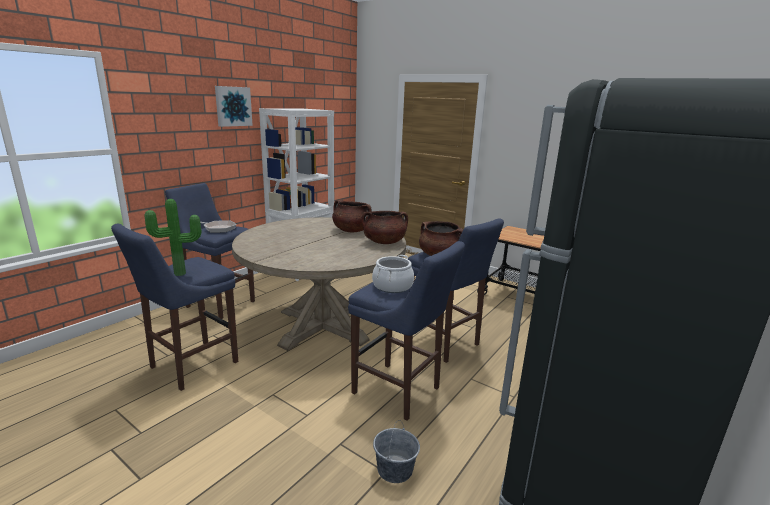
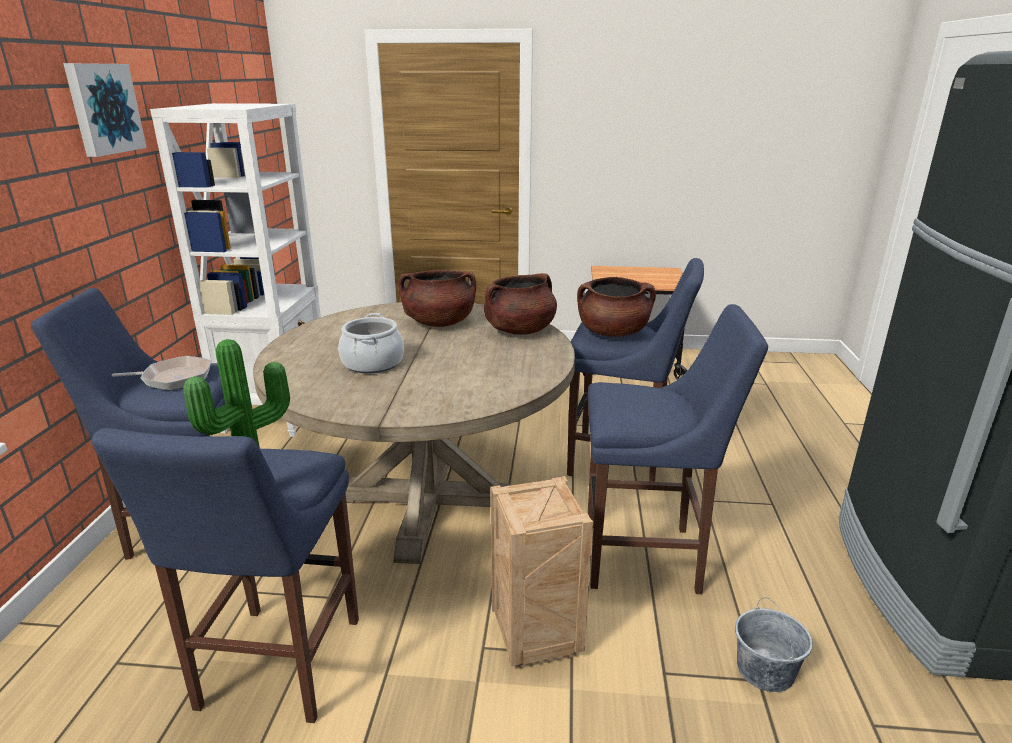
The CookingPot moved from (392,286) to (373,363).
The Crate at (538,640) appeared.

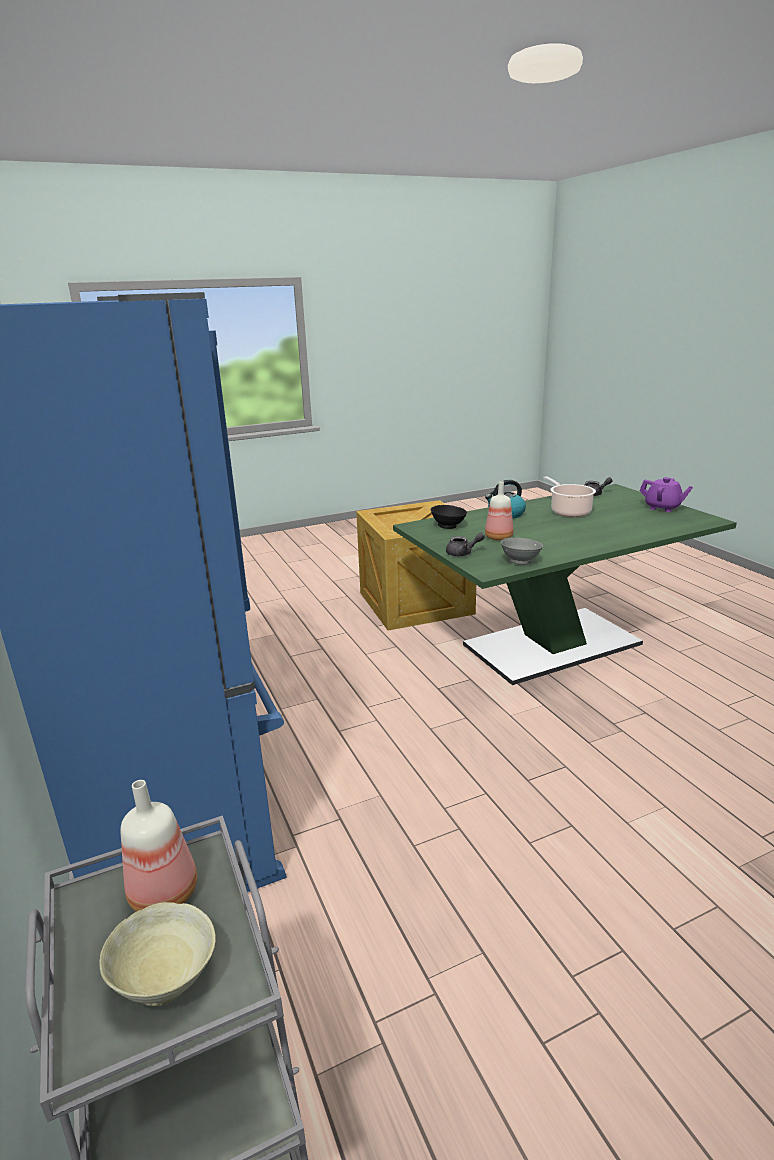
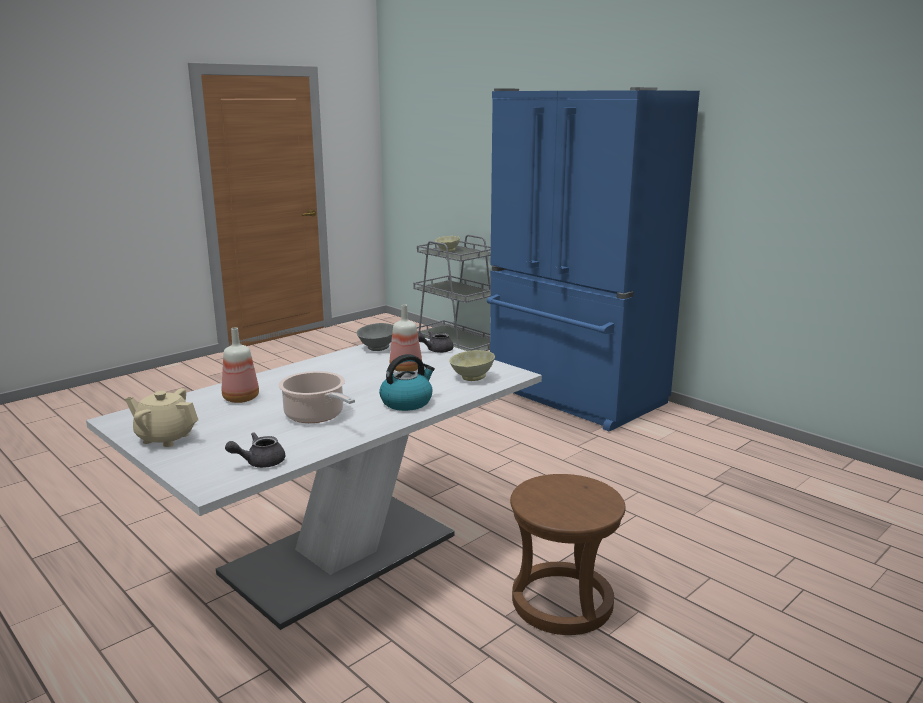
The Bottle moved from (164,892) to (241,399).
The Crate at (416,602) was replaced by the BrownStool at (562,602).
The GreenDiningTable at (552,644) became the WhiteDiningTable at (340,554).
The BlackBowl at (448,526) became the BeigeBowl at (471,377).
The PurpleTeapot at (662,508) became the BeigeTeapot at (165,438).

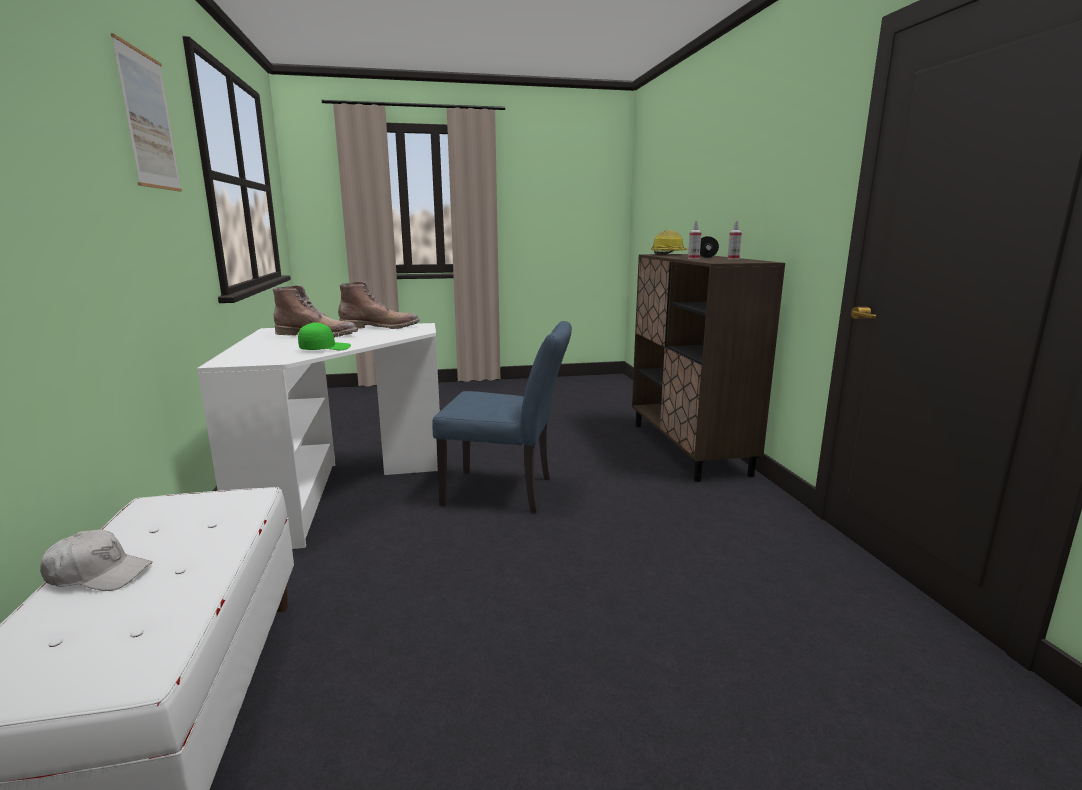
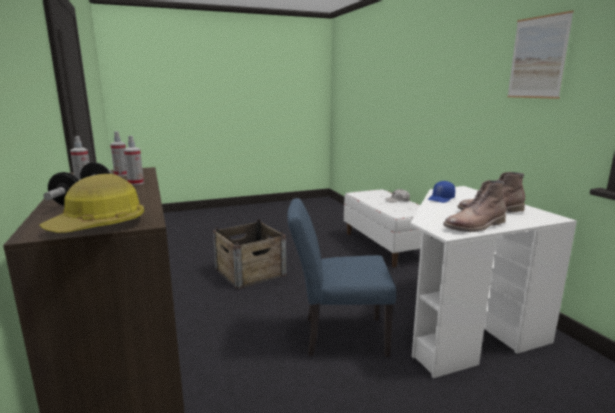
The GreenCap at (325,349) became the BlueCap at (441,199).
The SprayBottle at (121,175) appeared.
The Crate at (250,272) appeared.

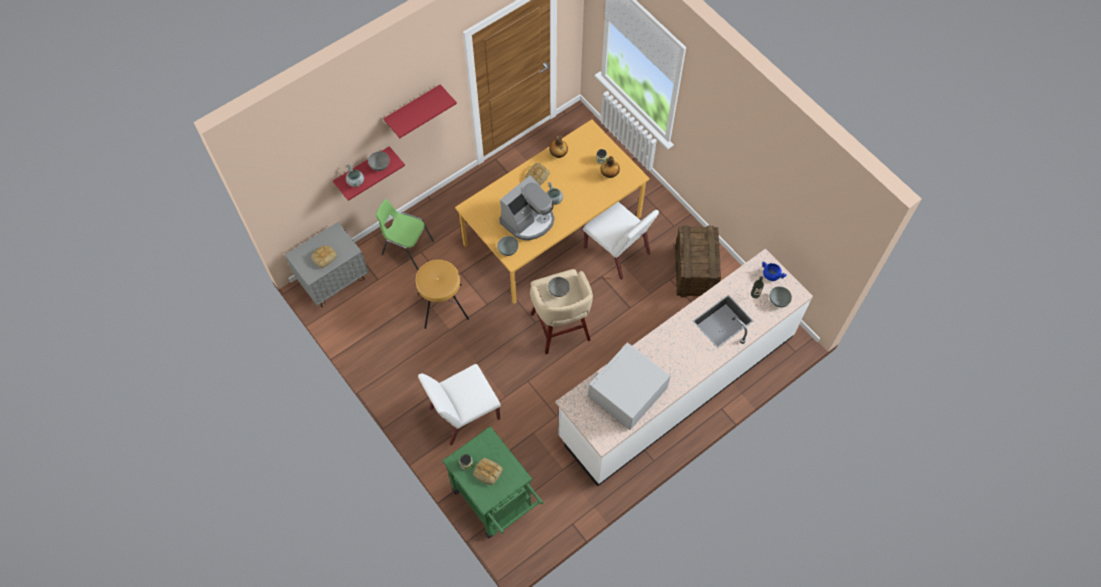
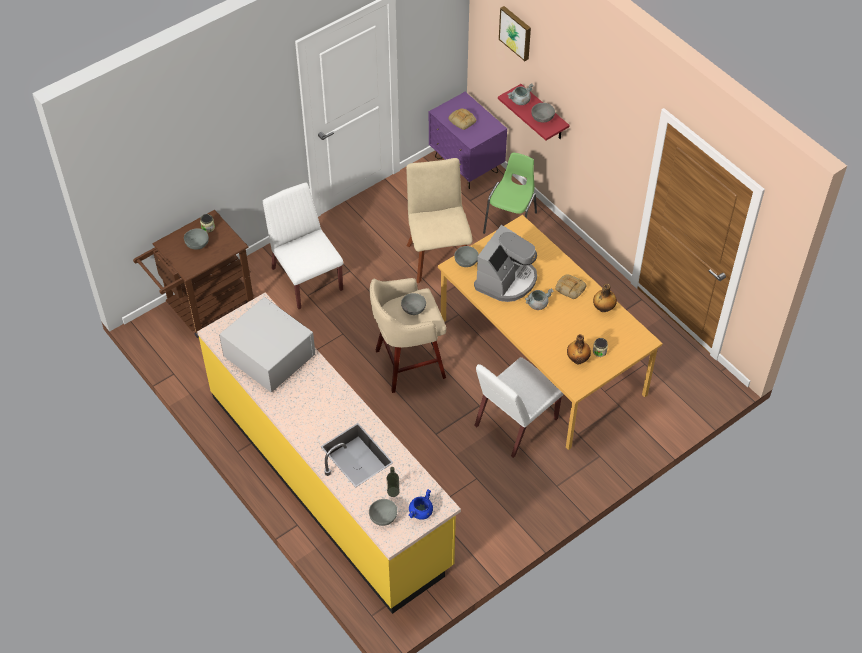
The GreyNightstand at (334,281) became the PurpleNightstand at (466,165).
The RedShelf at (413,108) disappeared.
The BrownStool at (443,305) was replaced by the BeigeChair at (438,256).
The GreenCart at (496,503) became the BrownCart at (204,308).
The Bread at (487,472) was replaced by the GreyBowl at (197,244).
The CoffeeMachine at (528,220) turned 105 degrees counterclockwise.
The WhiteCounter at (676,385) became the YellowCounter at (329,479).
The Crate at (694,272) disappeared.
The Picture at (516,32) appeared.

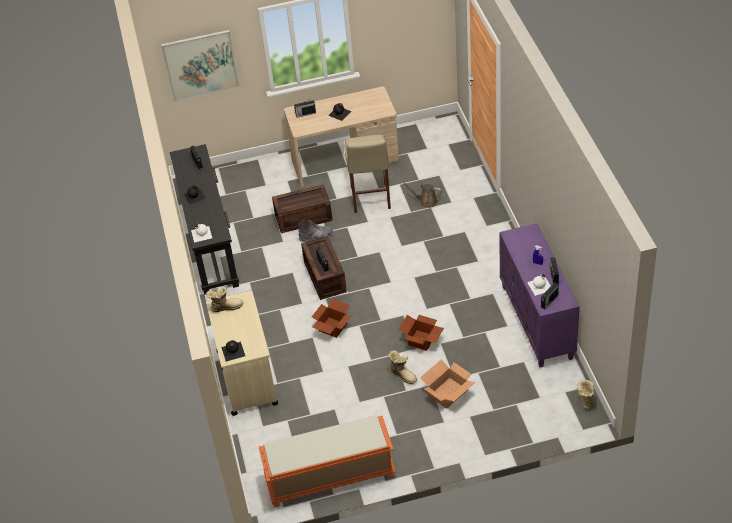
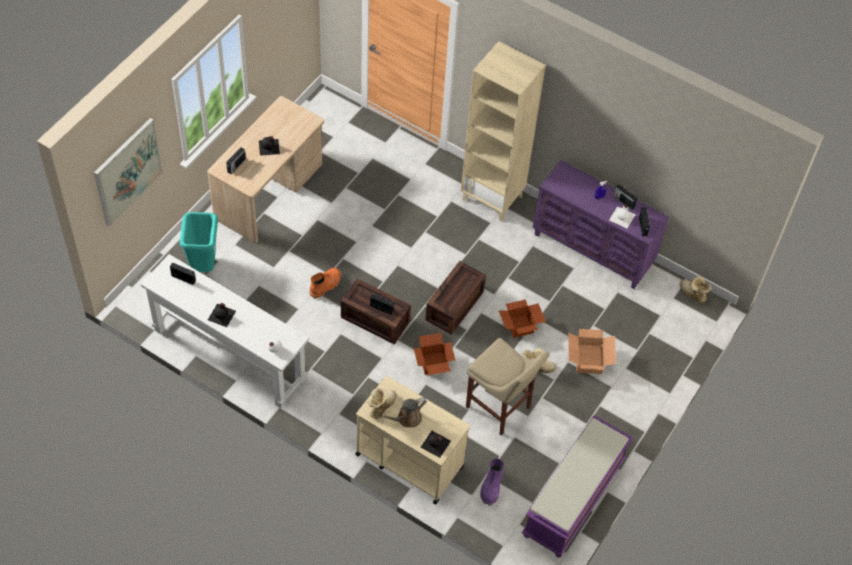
The BlackConsoleTable at (210,243) became the WhiteConsoleTable at (229,354).
The OrangeBench at (329,477) became the PurpleBench at (574,499).
The Crate moved from (304,217) to (454,304).
The GreyBoot at (316,237) became the OrangeBoot at (325,285).
The BeigeStool moved from (370,199) to (500,409).
The BrownWateringCan moved from (426,201) to (407,418).
The TurquoiseTrashCan at (204,265) appeared.
The BeigeBookcase at (492,198) appeared.
The PurpleBoot at (491,487) appeared.

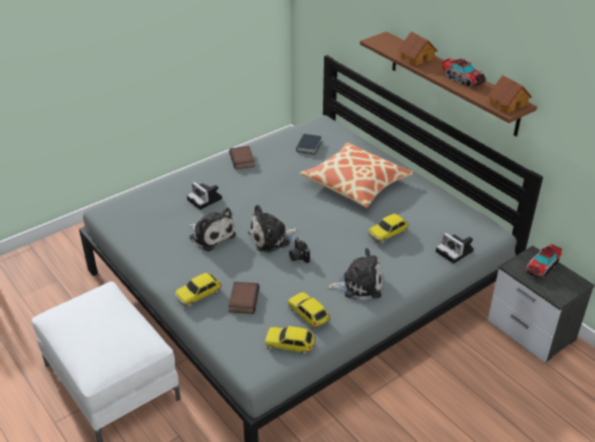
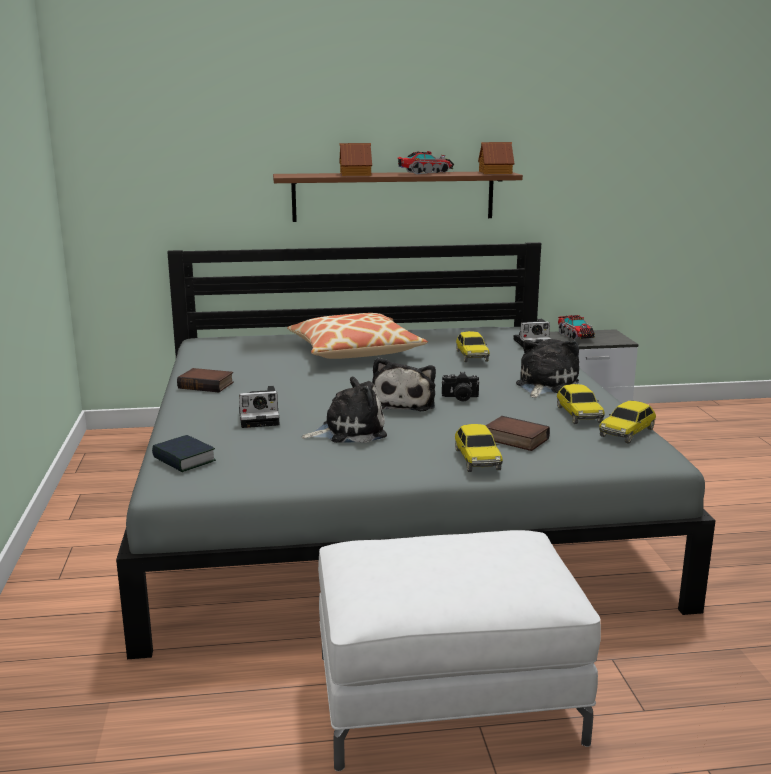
The ToyCar at (308,315) turned 90 degrees counterclockwise.
The Book moved from (308,146) to (184,460).

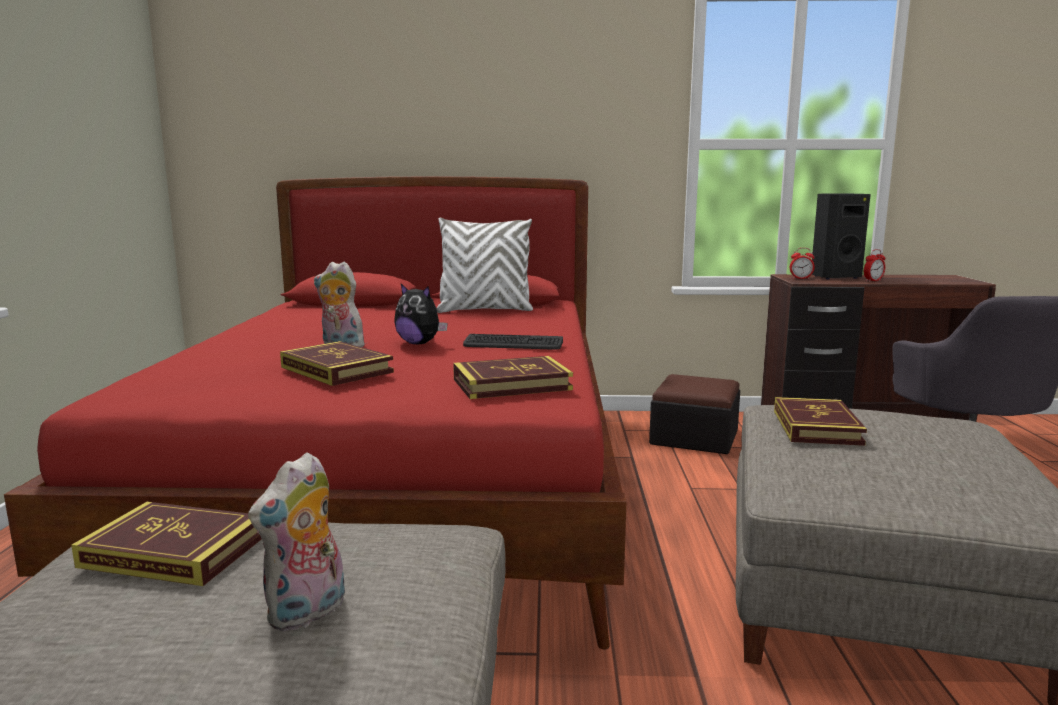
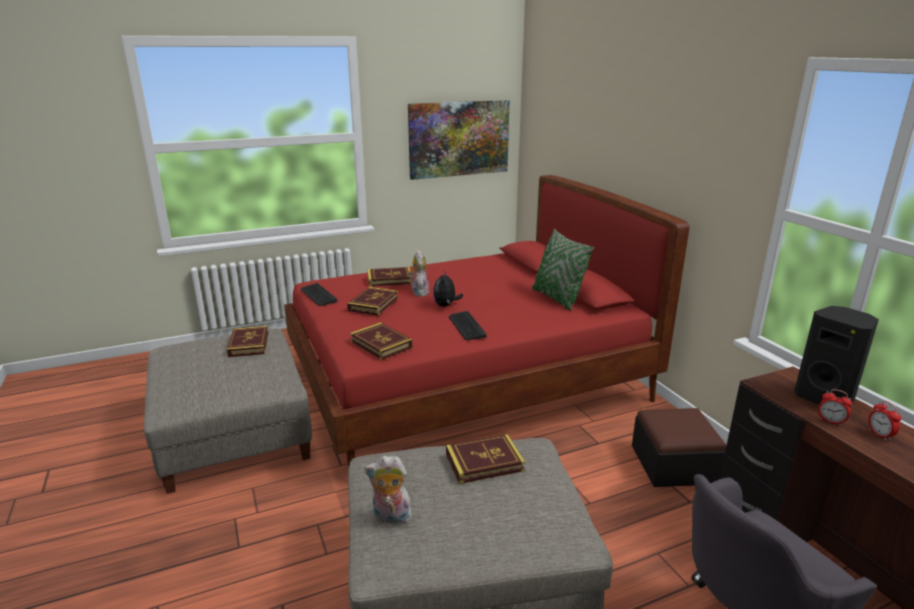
The PlushToy moved from (308,613) to (390,518).
The WhitePillow at (484,310) became the GreenPillow at (557,298).
The AlarmClock moved from (800,278) to (879,435).
The Keyboard at (318,295) appeared.
The Book at (389,280) appeared.
The Picture at (459,139) appeared.

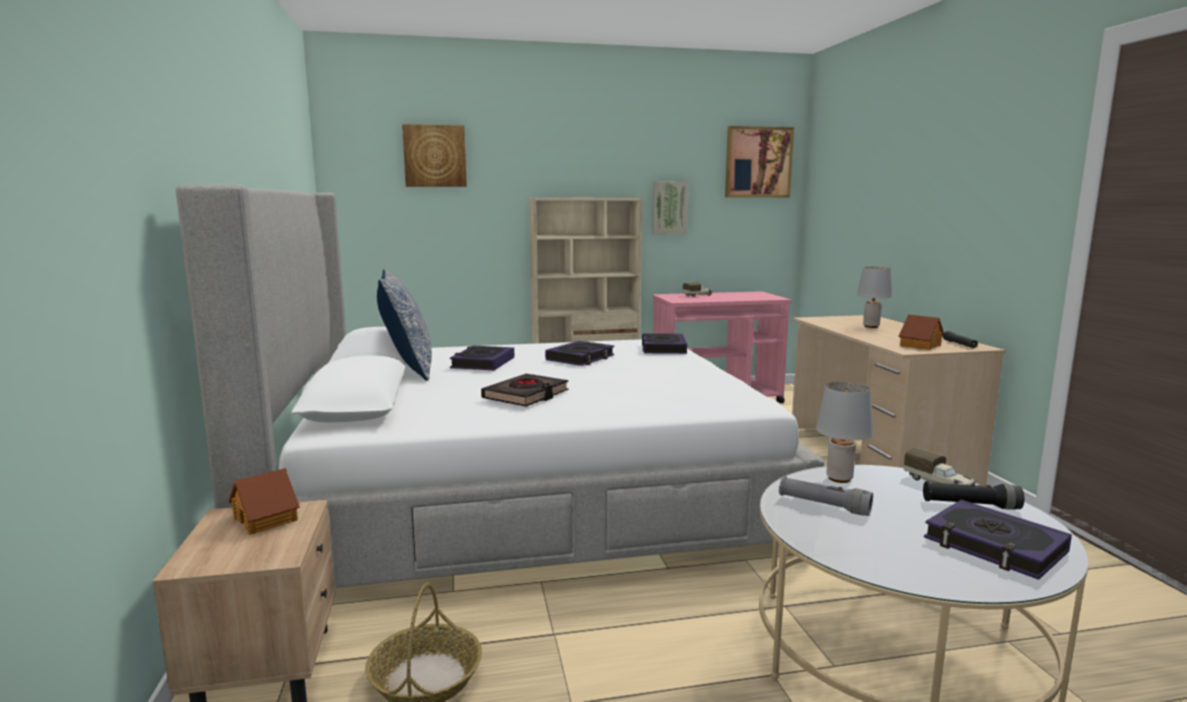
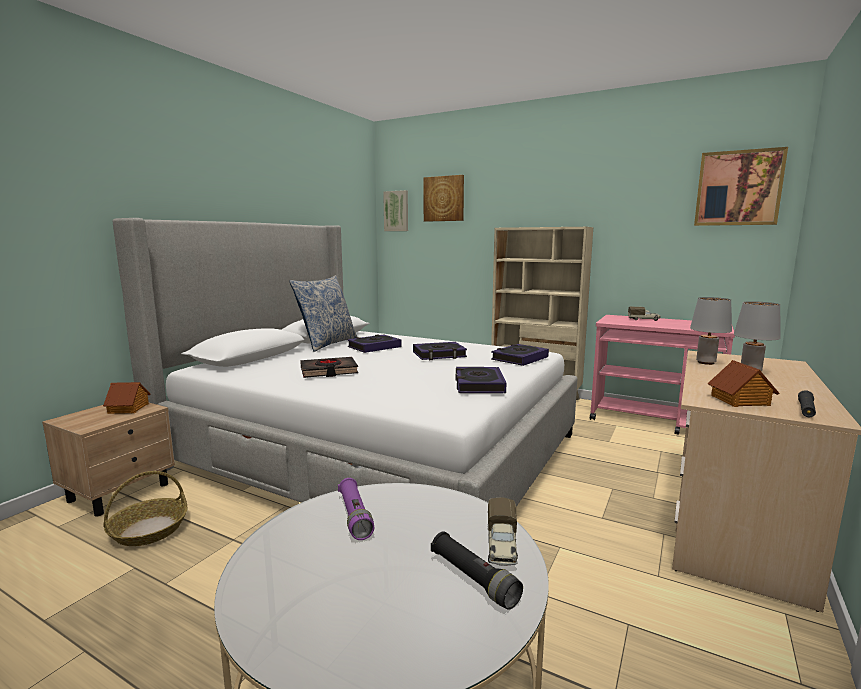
The Picture moved from (669,208) to (396,211).
The GreyFlashlight at (824,506) became the PurpleFlashlight at (355,516).
The GreyTableLamp moved from (839,478) to (706,362).
The Book moved from (994,546) to (479,385).

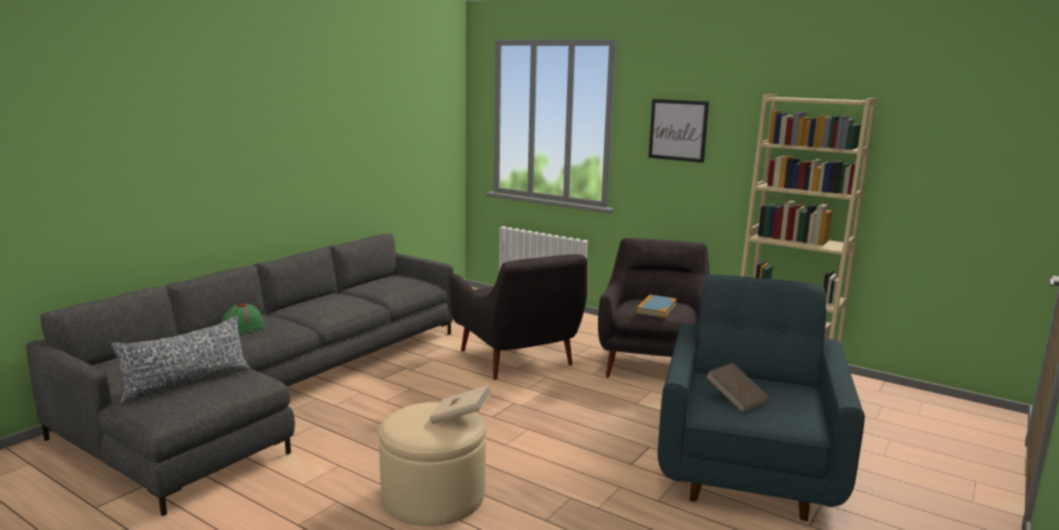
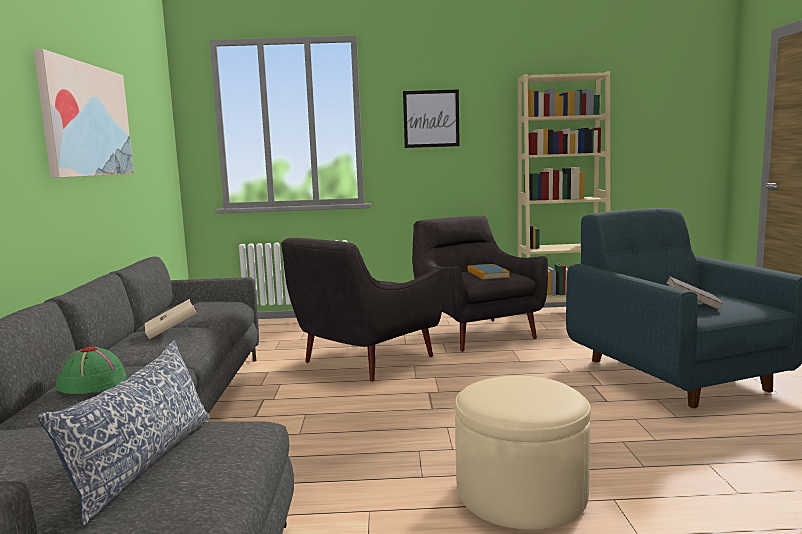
The BeigeBook moved from (460,418) to (171,331).
The GreyArmchair at (518,360) turned 105 degrees clockwise.
The Picture at (86,120) appeared.

